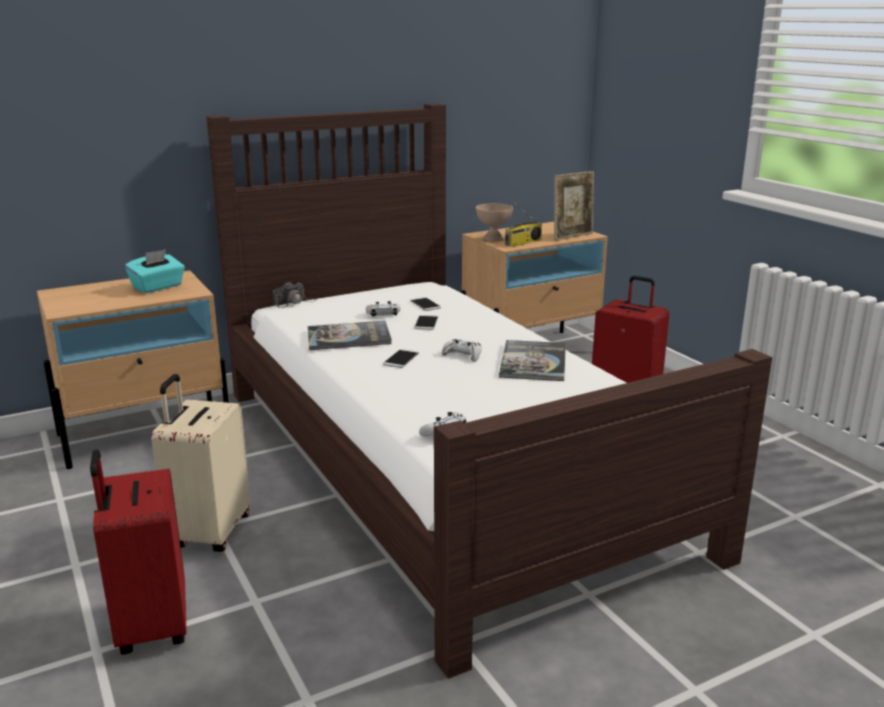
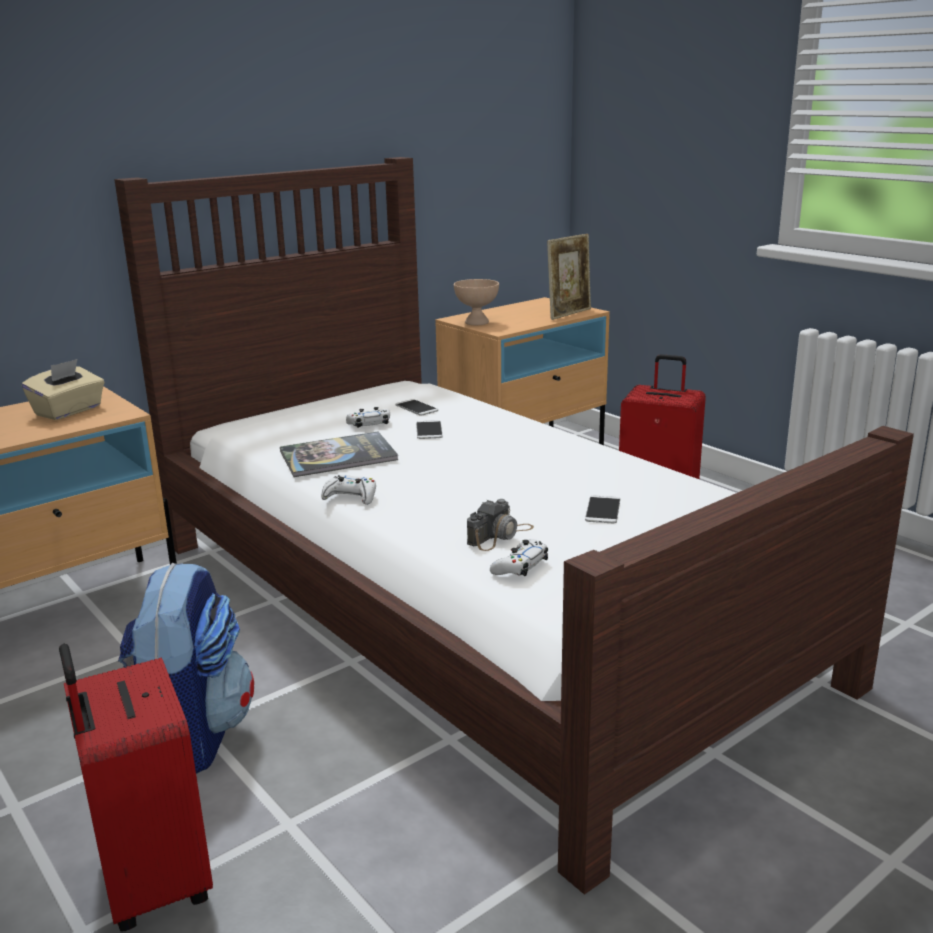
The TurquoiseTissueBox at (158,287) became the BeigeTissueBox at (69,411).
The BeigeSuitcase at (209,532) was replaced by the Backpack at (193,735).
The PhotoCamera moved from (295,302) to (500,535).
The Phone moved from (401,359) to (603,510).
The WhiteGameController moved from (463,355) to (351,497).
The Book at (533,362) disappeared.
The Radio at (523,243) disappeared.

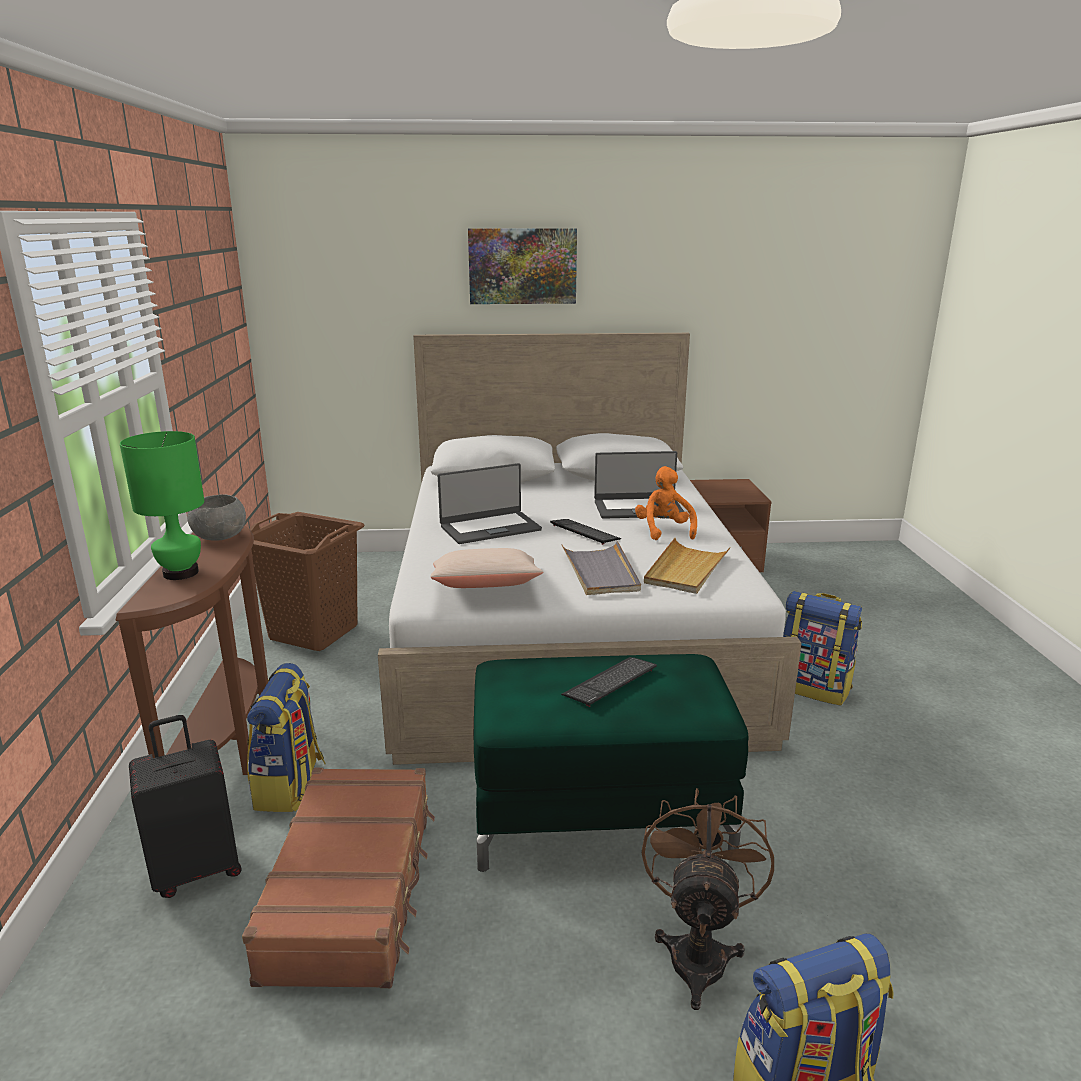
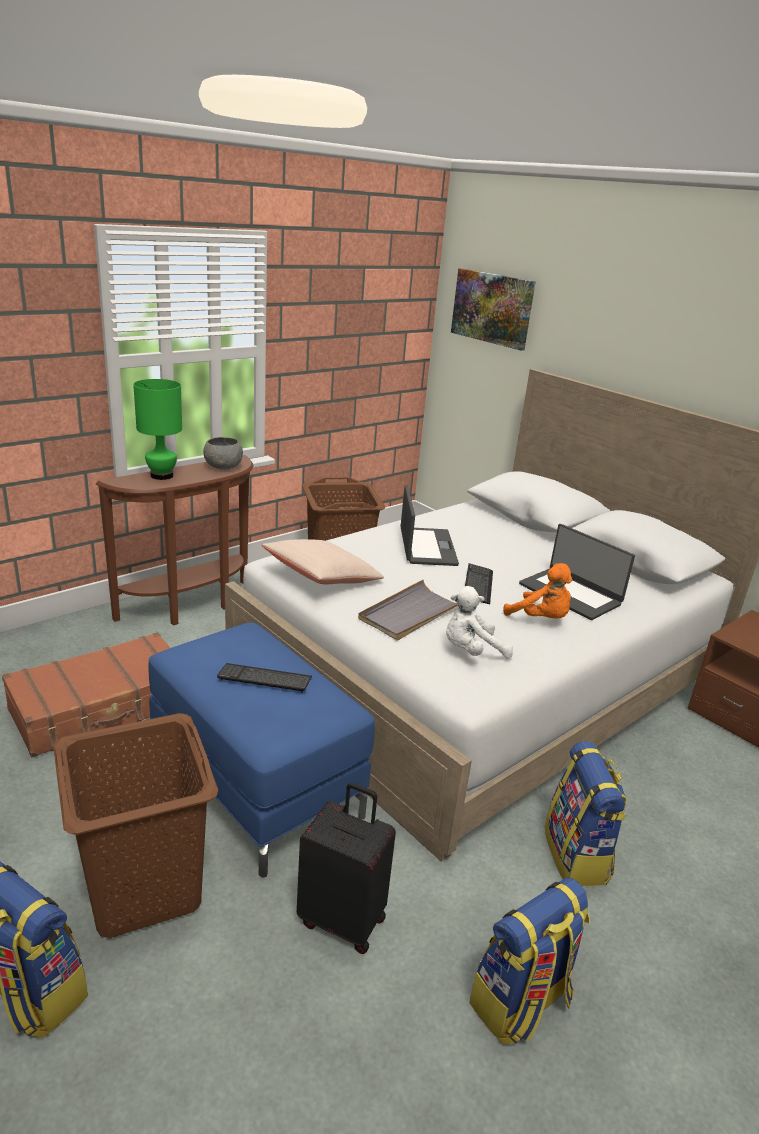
The BlackSuitcase moved from (197,869) to (343,919).
The Backpack moved from (290,786) to (521,1003).
The Laptop at (490,528) turned 120 degrees counterclockwise.
The Picture moved from (522,266) to (492,308).
The GreenOttoman at (601,813) became the BlueOttoman at (257,782).
The OrangePlushToy at (664,530) turned 90 degrees clockwise.
The BrownFan at (698,951) was replaced by the BrownLaundryBasket at (142,887).
The BeigeTray at (686,569) was replaced by the WhitePlushToy at (471,651).

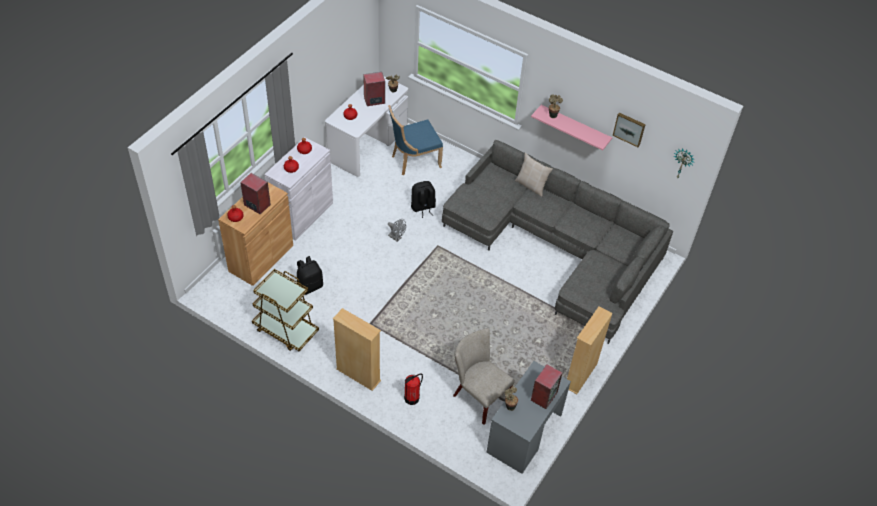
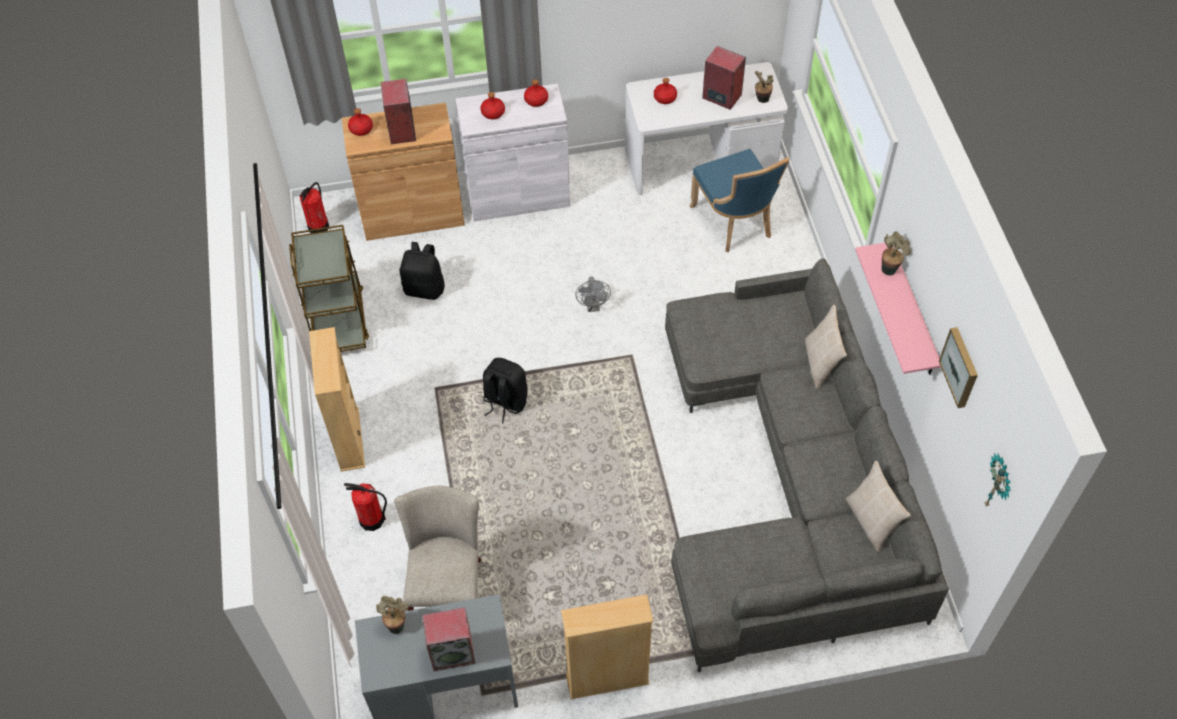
The BlueChair at (413,161) turned 135 degrees counterclockwise.
The BlackBackpack moved from (423,207) to (505,402).
The FireExtinguisher at (319,226) appeared.
The BeigePillow at (871,521) appeared.

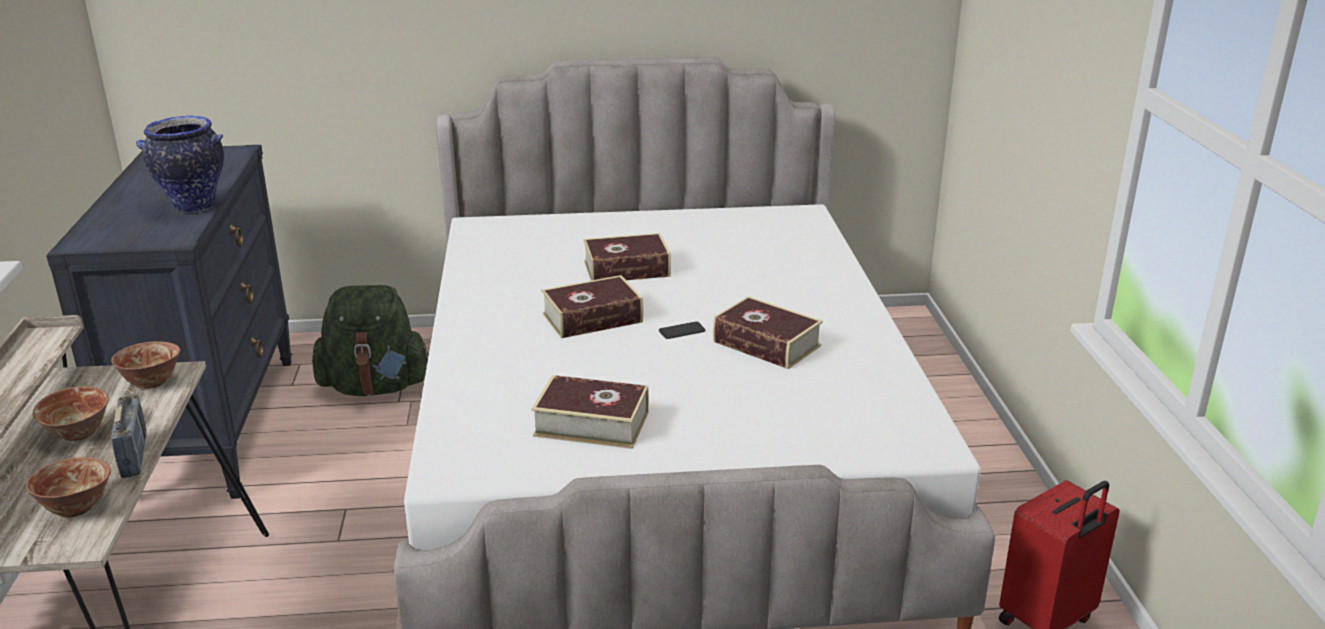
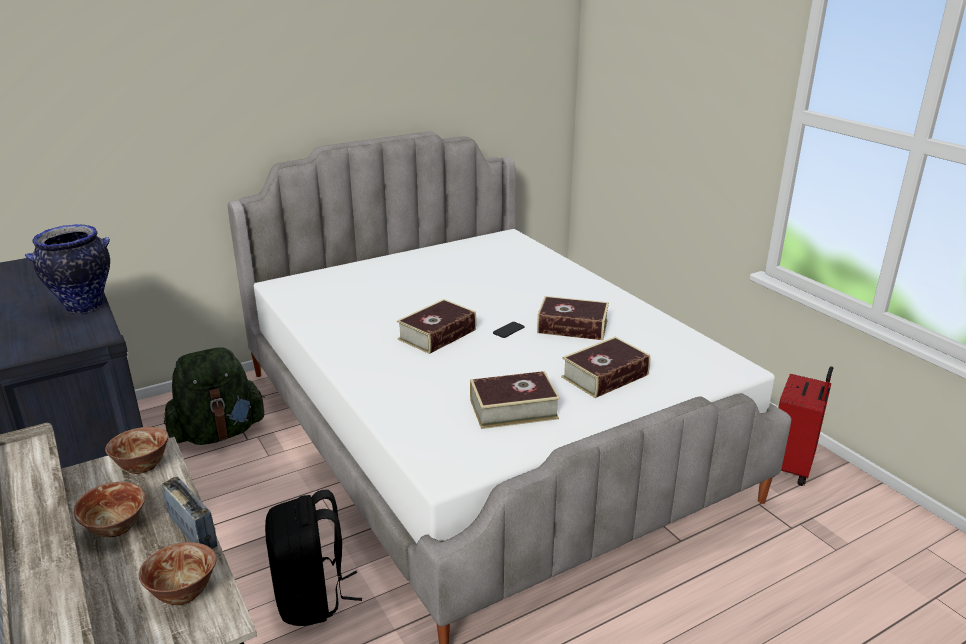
The Book moved from (627,269) to (605,376).
The BlackBackpack at (312,598) appeared.

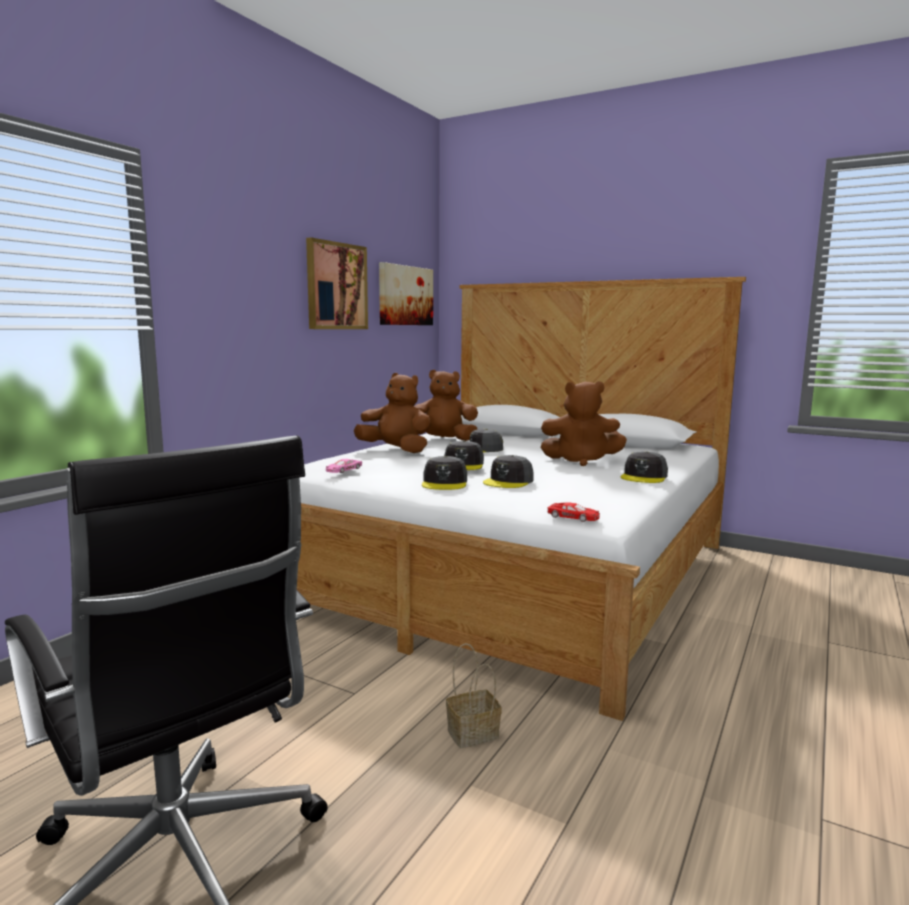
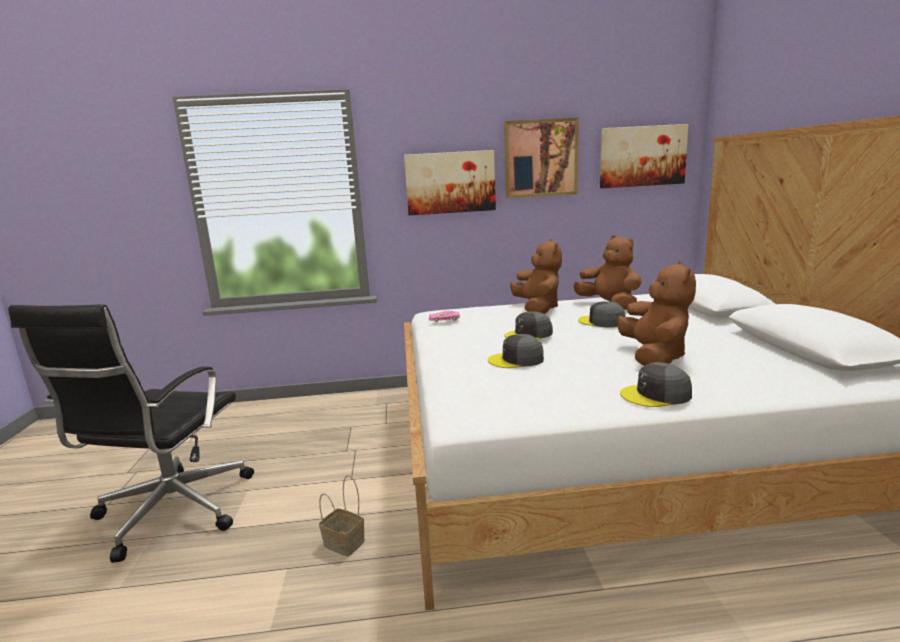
The GreyCap at (445,483) disappeared.
The BrownPlushToy at (581,461) turned 150 degrees counterclockwise.
The RedToyCar at (573,517) disappeared.
The Picture at (450,182) appeared.

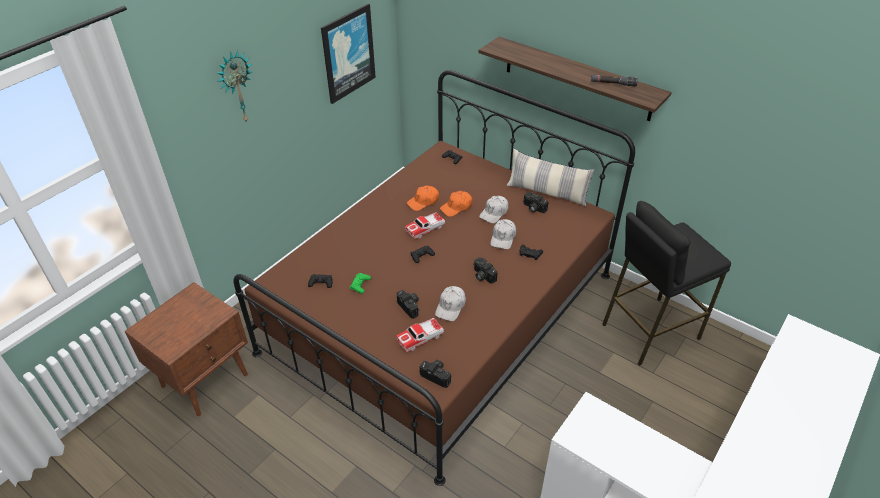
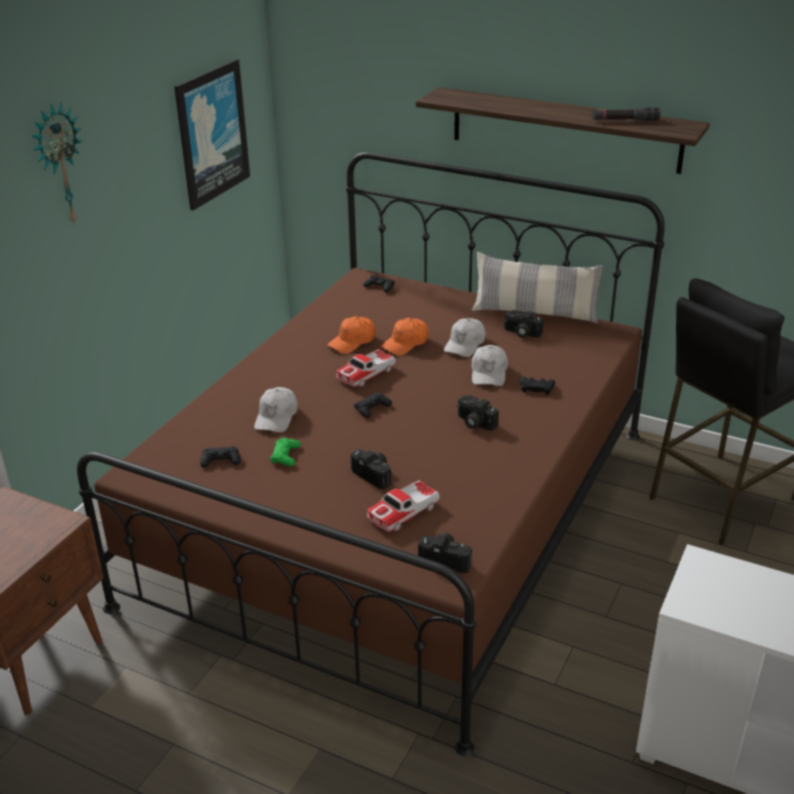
The WhiteCap moved from (451,307) to (276,417).

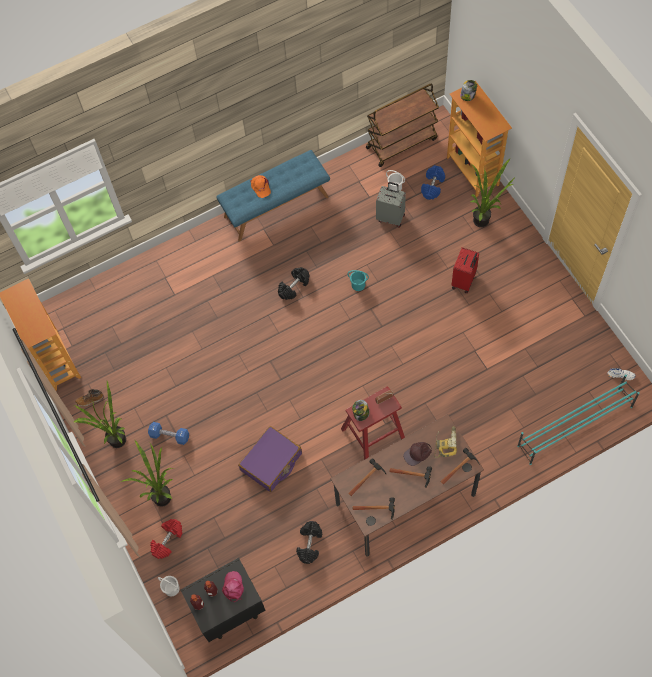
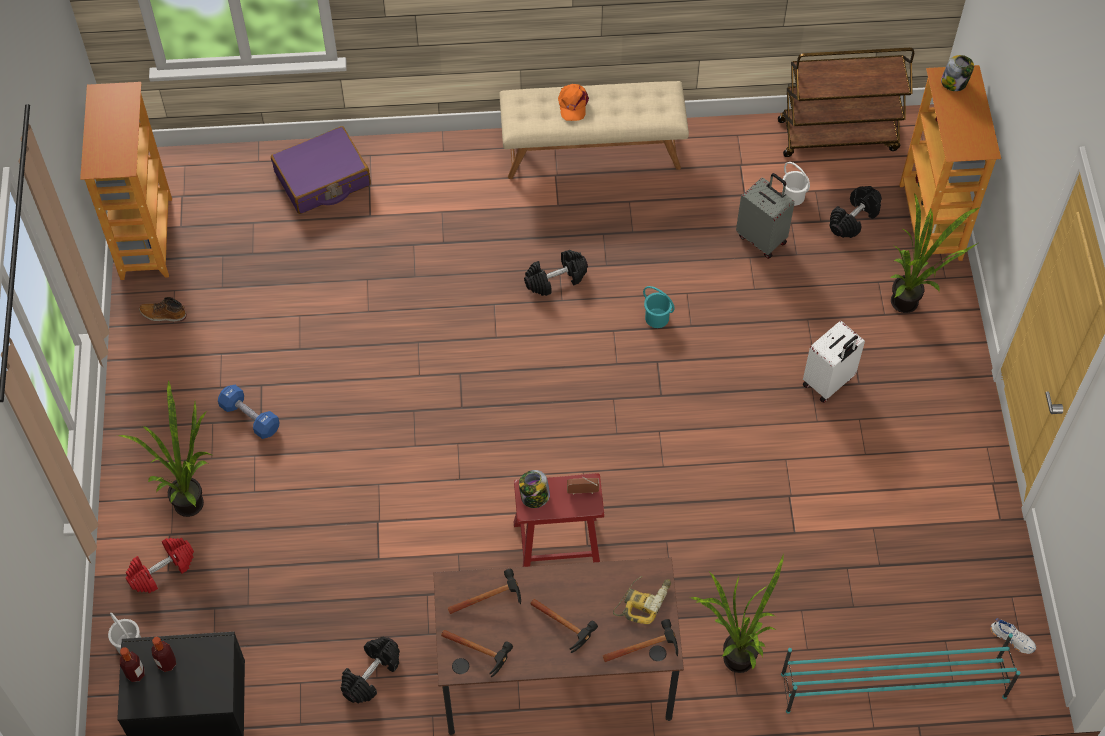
The PottedPlant moved from (113,441) to (731,657).
The BlueBench at (276,206) became the BeigeBench at (592,150).
The PinkCap at (233,587) disappeared.
The PurpleSuitcase moved from (271,462) to (322,179).
The BrownCap at (417,454) disappeared.
The BlueDumbbell at (433,186) became the BlackDumbbell at (854,219).
The RedSuitcase at (464,281) became the WhiteSuitcase at (828,382).

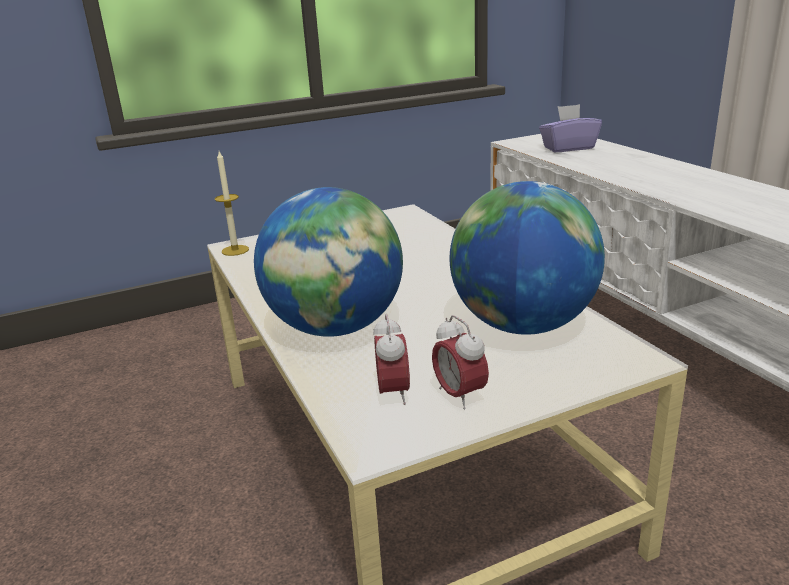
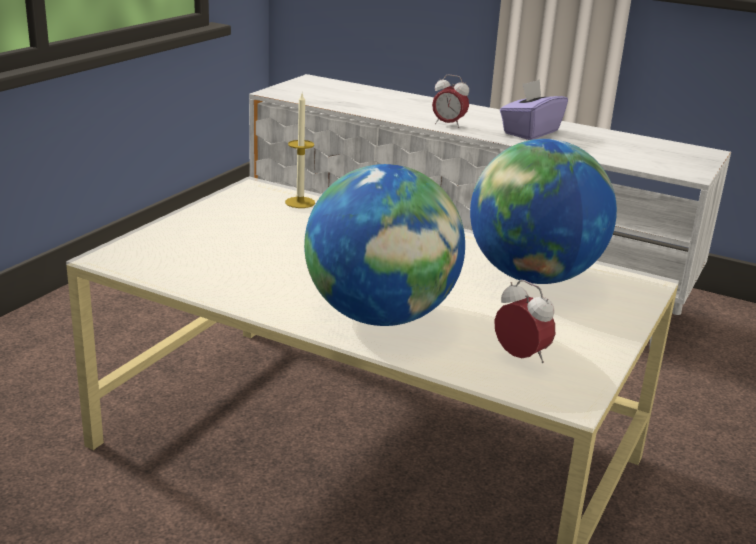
The Candle moved from (235,250) to (300,202).
The AlarmClock moved from (459,395) to (448,125).
The PurpleTissueBox moved from (568,148) to (530,132).

